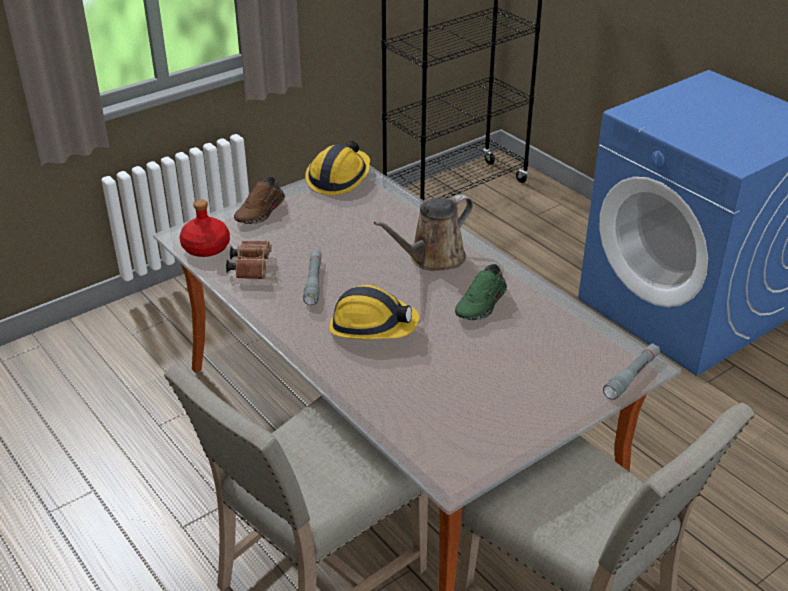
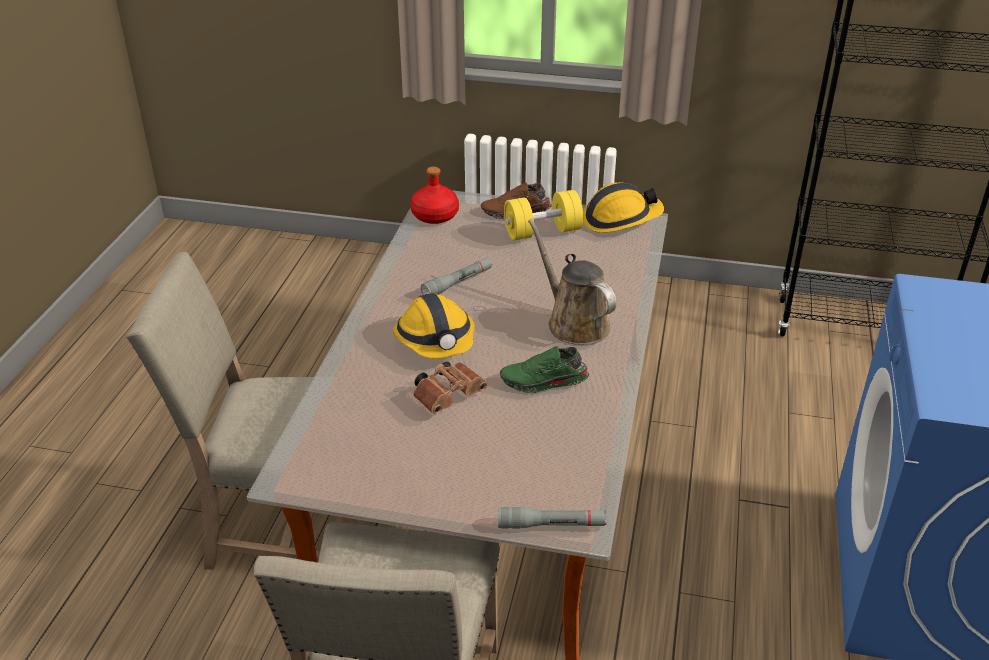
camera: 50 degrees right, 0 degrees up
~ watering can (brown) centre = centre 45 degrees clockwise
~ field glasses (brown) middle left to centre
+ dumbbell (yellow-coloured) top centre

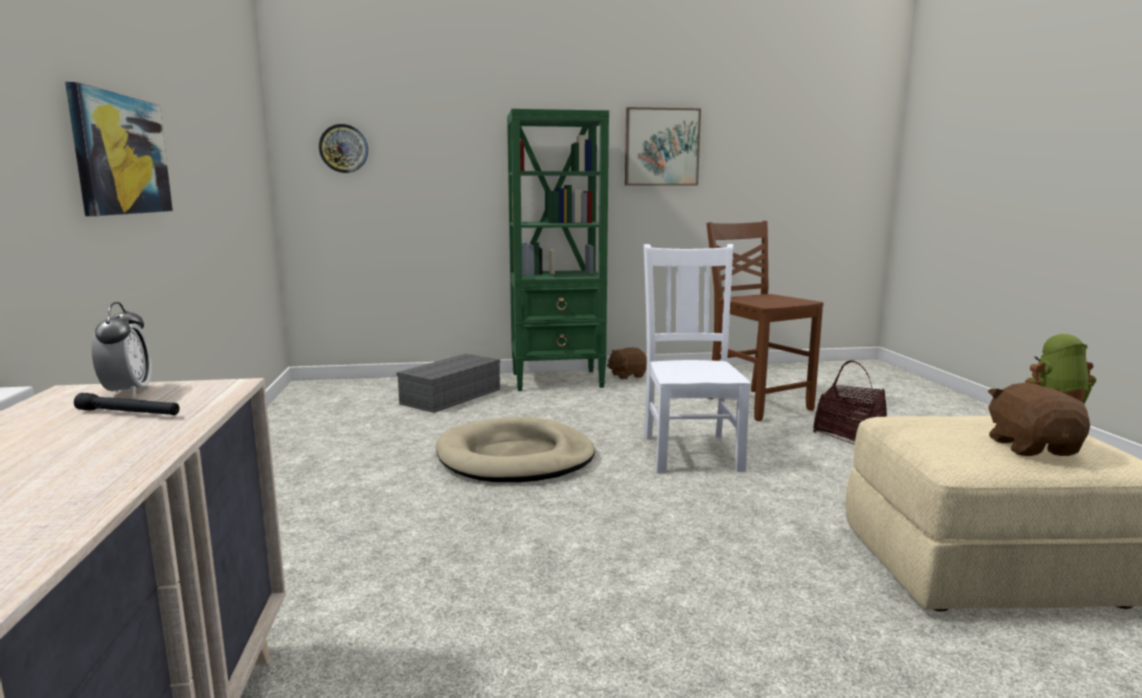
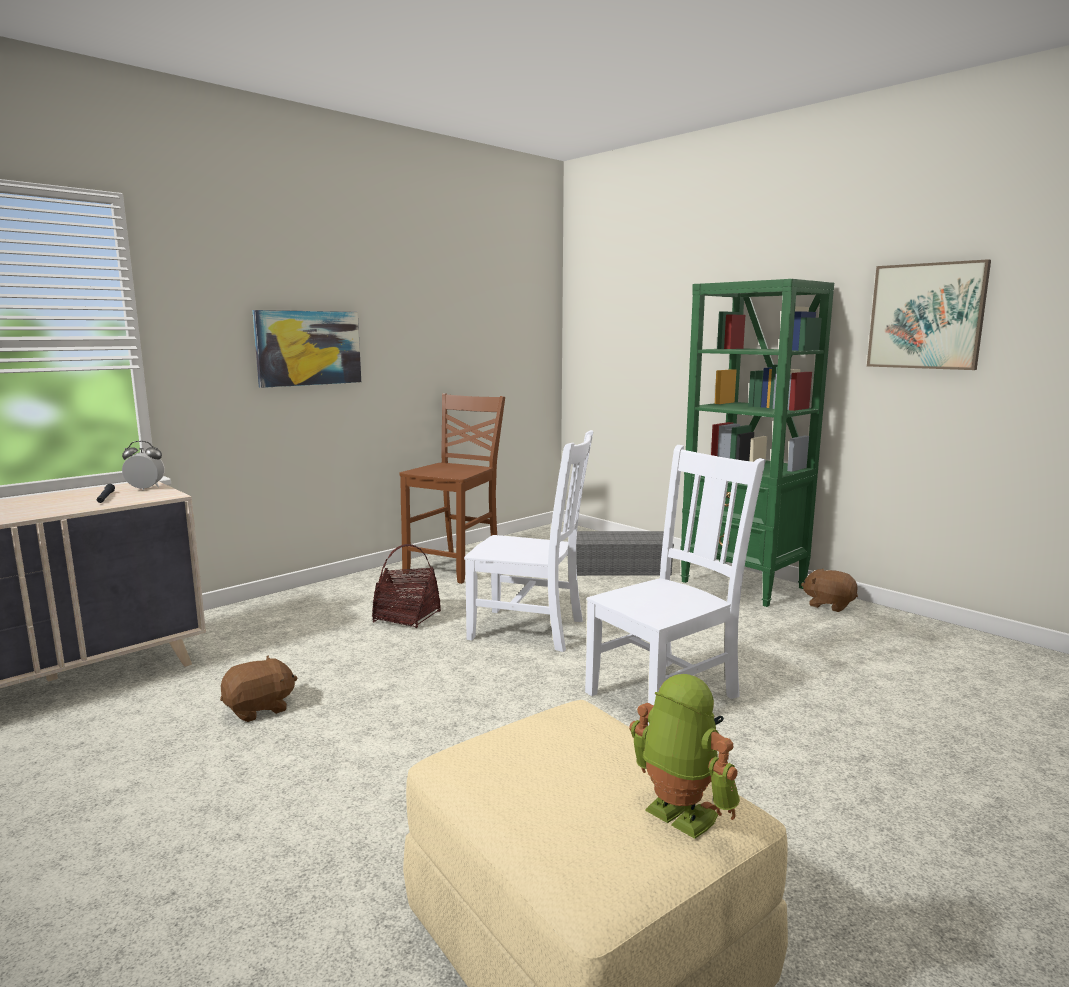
camera: 55 degrees right, 0 degrees up
- wall clock top left
~ chair (brown) middle right to centre
~ bedside clock middle left = middle left 135 degrees counterclockwise
~ basket middle right to centre
~ soft toy (brown) (2nd from left in the first image) middle right to soft toy (brown) (1st from left) bottom left
~ pet bed (sand-coloured) centre to chair (whitish) (1st from left) centre

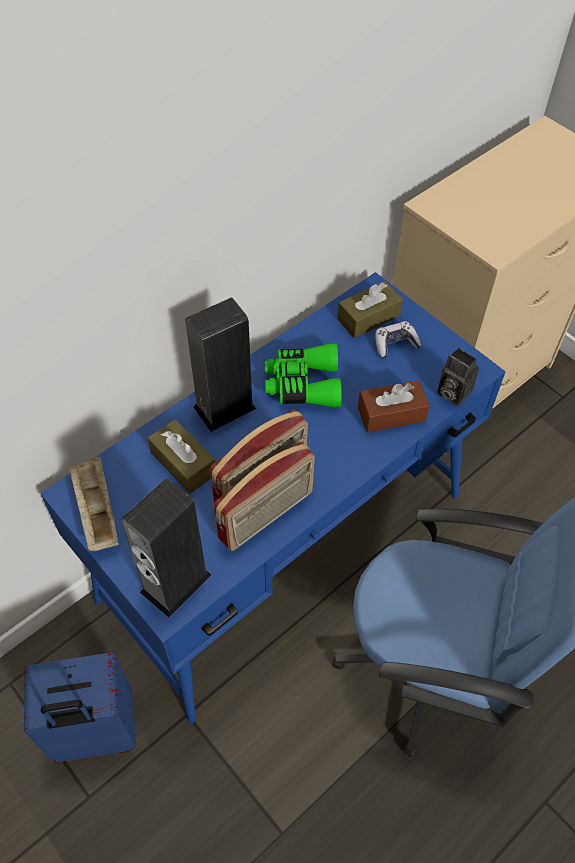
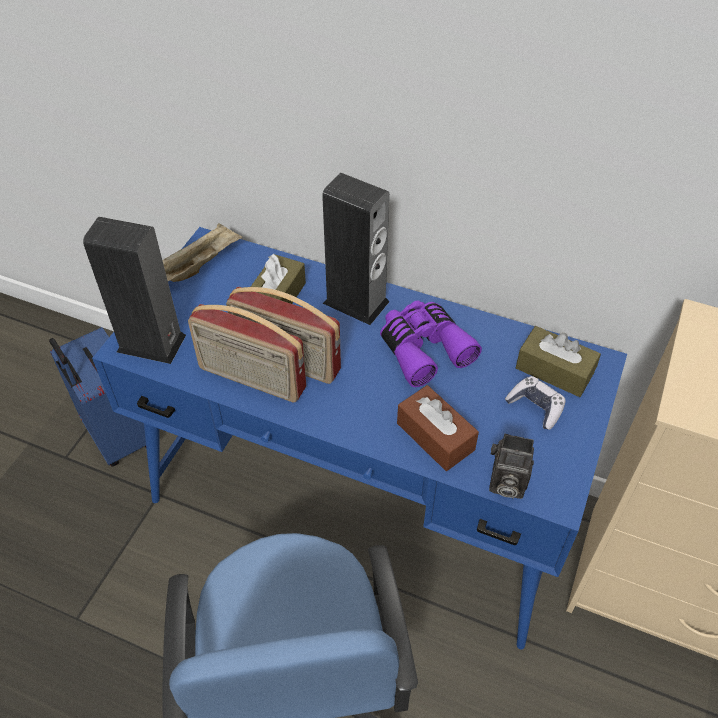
camera: 65 degrees right, 5 degrees down
~ field glasses (green) centre to field glasses (purplish) centre
~ photo camera middle right = middle right 90 degrees counterclockwise

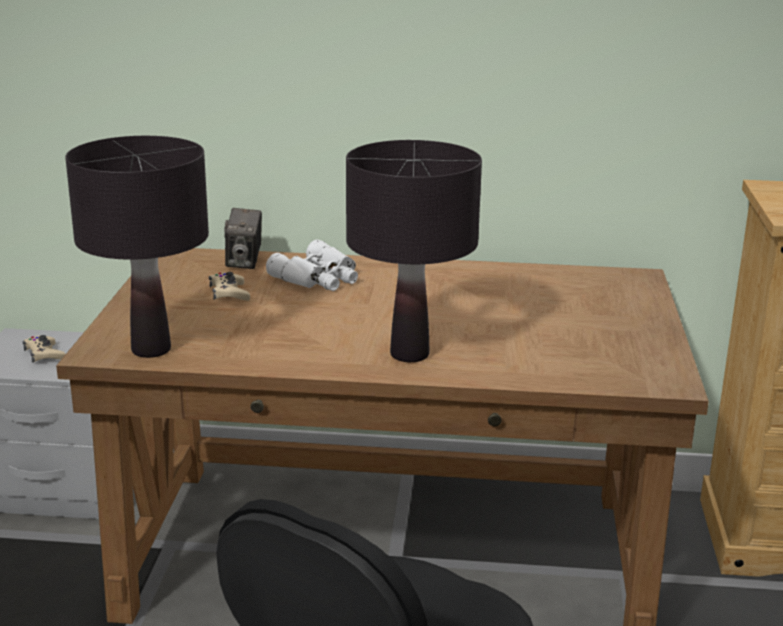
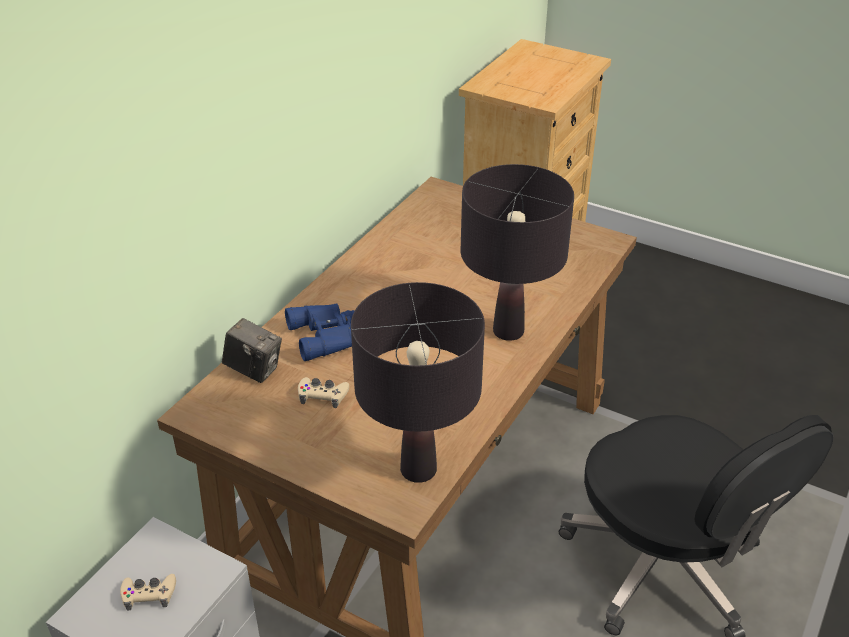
camera: 65 degrees left, 15 degrees up
~ field glasses (whitish) centre to field glasses (blue) centre

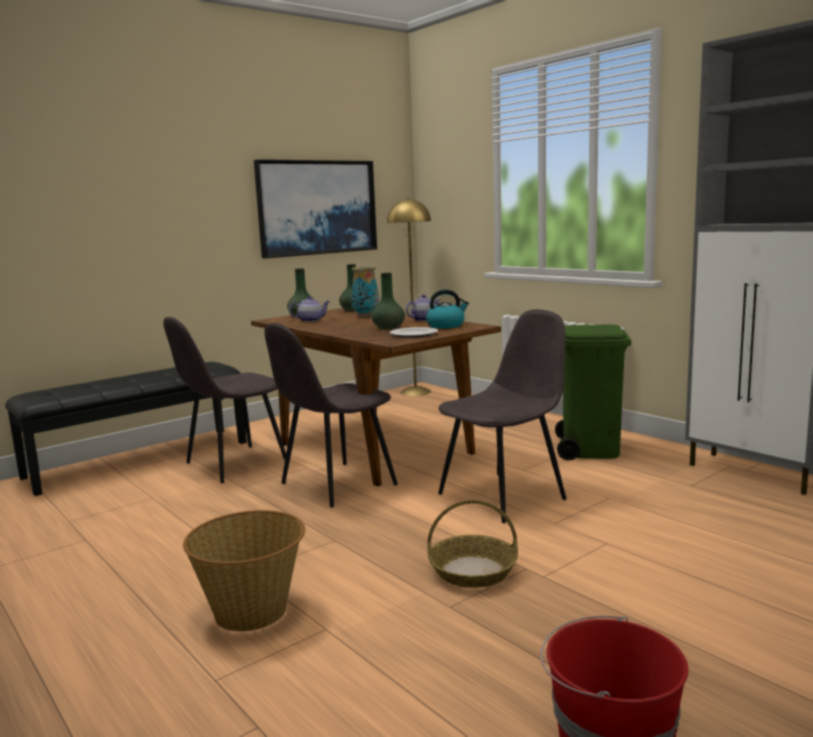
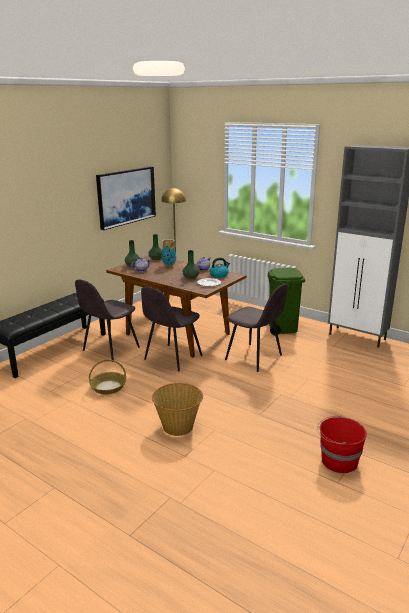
camera: 15 degrees left, 10 degrees up
~ chair (grey) (3rd from left) centre = centre 90 degrees clockwise
~ basket (2nd from left in the first image) bottom centre to basket (1st from left) middle left

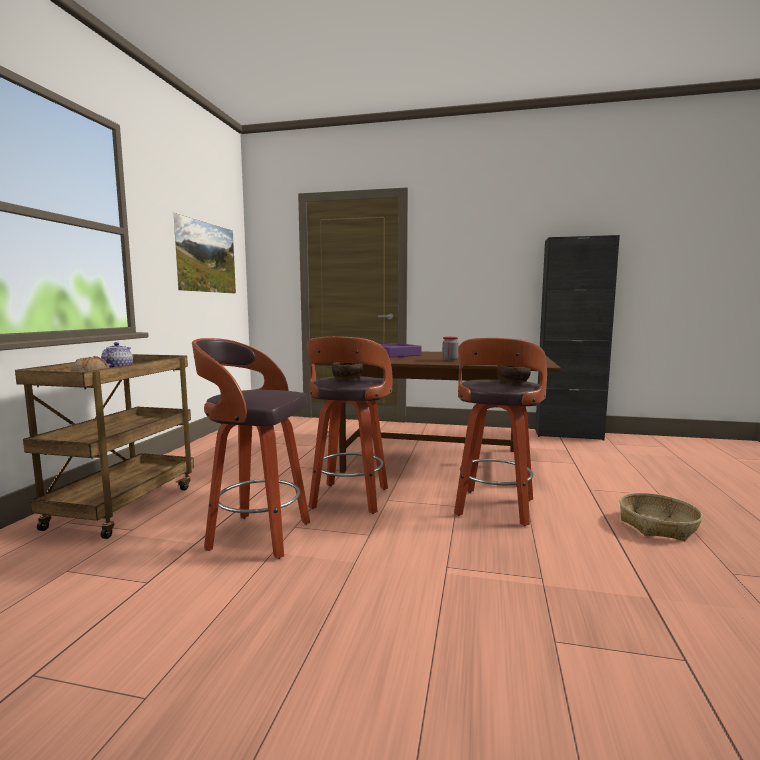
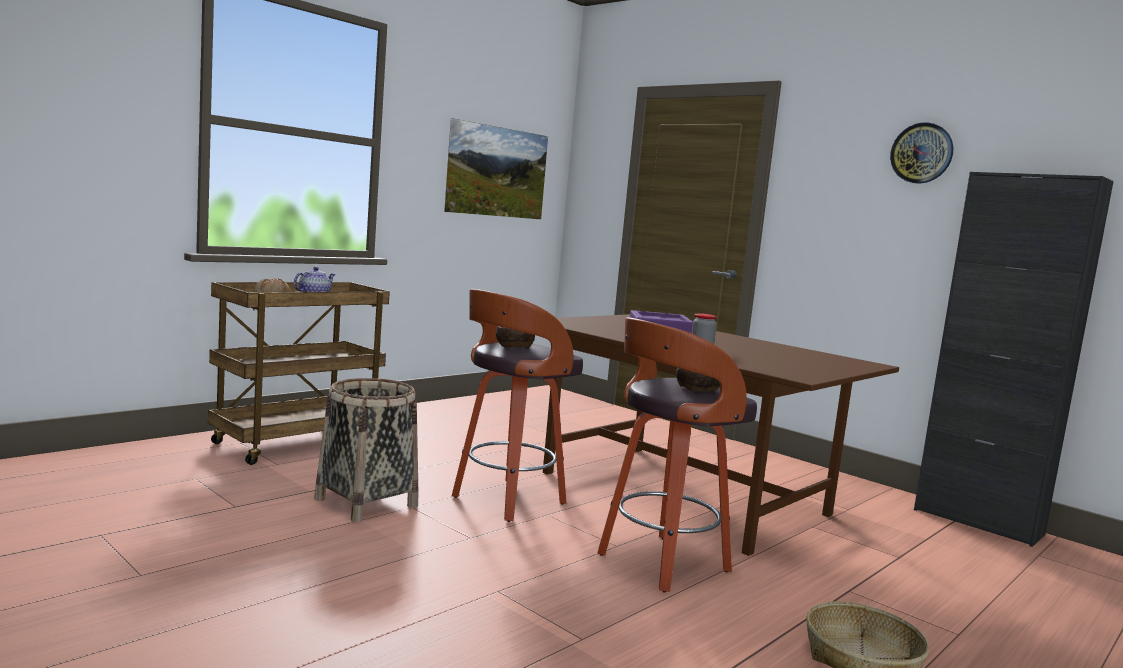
camera: 30 degrees right, 0 degrees up
~ sitting stool (1st from left) middle left to basket (1st from left) bottom left
+ wall clock top right

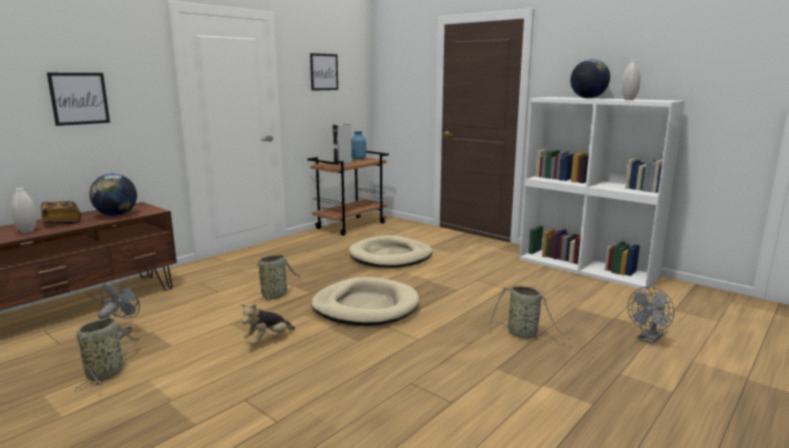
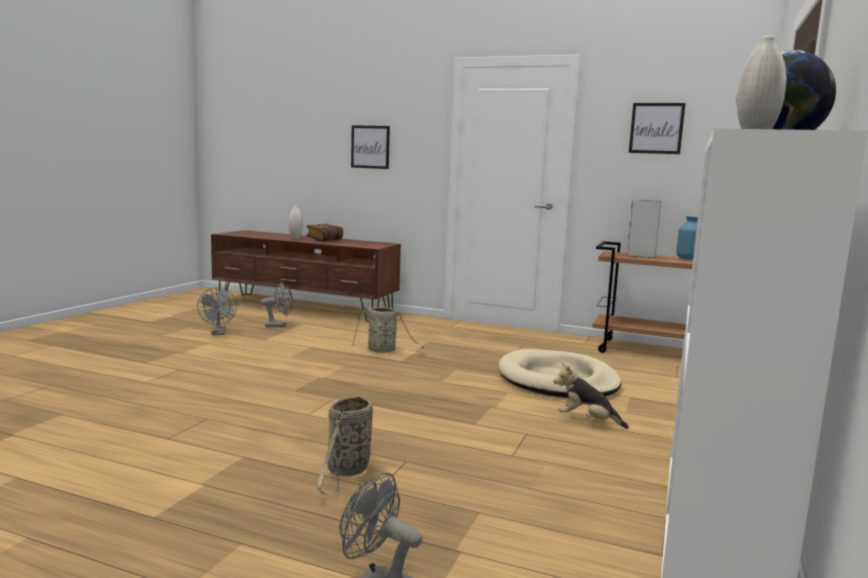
camera: 70 degrees right, 5 degrees down
- world globe (1st from left) middle left
- pet bed (sand-coloured) (1st from left) bottom centre
~ soft toy bottom centre to bottom right
~ basket (1st from left) bottom left to fan (grey) (1st from left) middle left

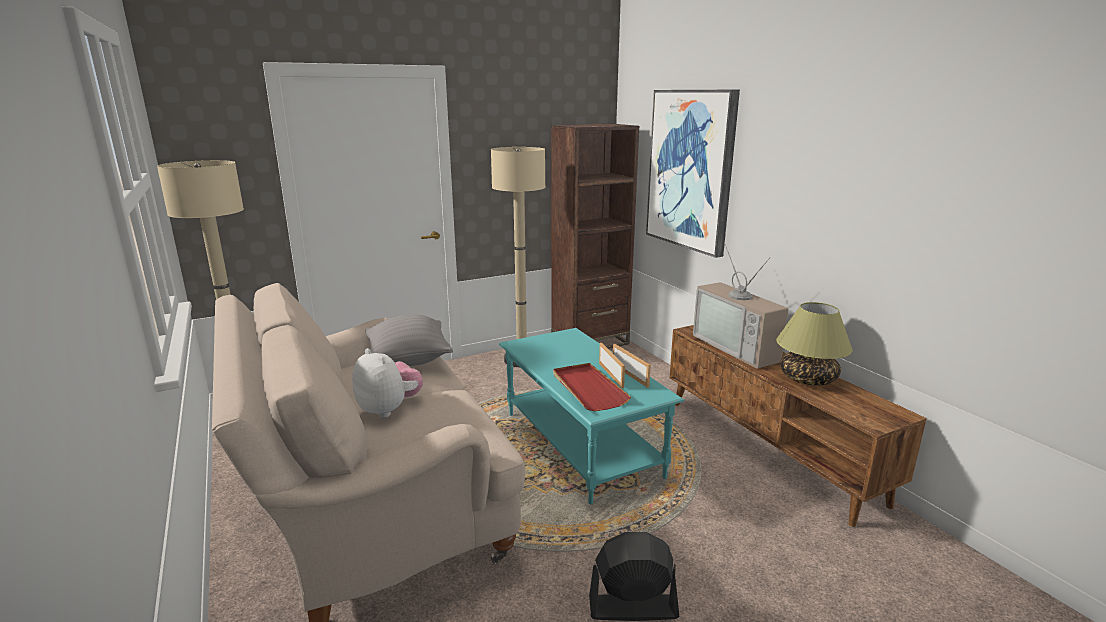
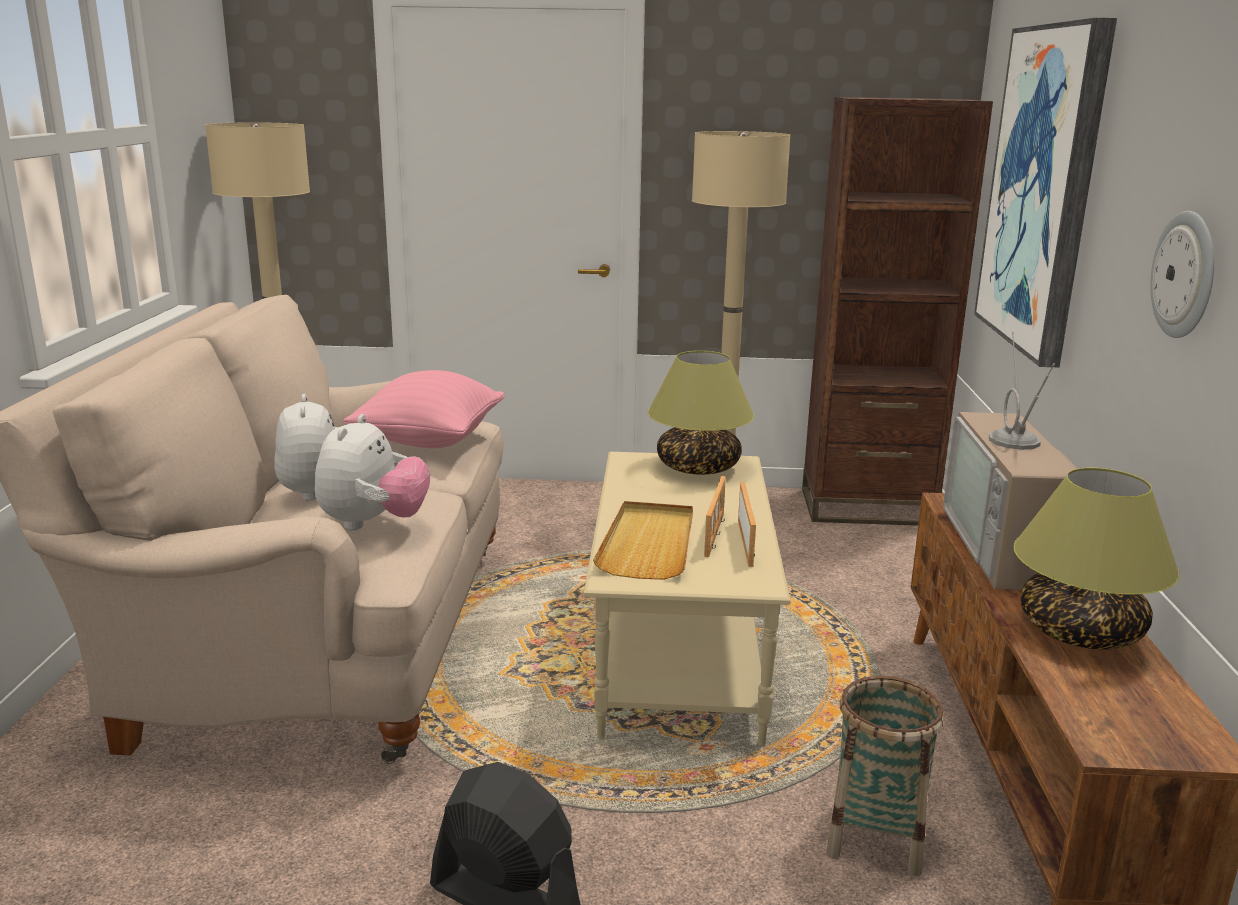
camera: 30 degrees right, 0 degrees up
~ pillow (grey) centre to pillow (pink) centre
~ coffee table (blue-green) bottom centre to coffee table (sand-coloured) centre
~ tray (red-coloured) centre to tray (sand-coloured) centre
+ wall clock top right
+ tabletop lamp (1st from left) centre
+ soft toy (2nd from left) middle left
+ basket bottom right

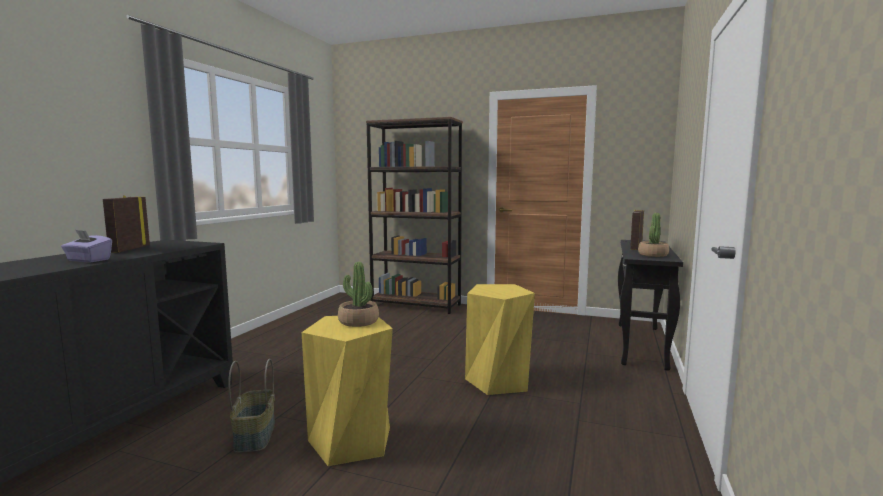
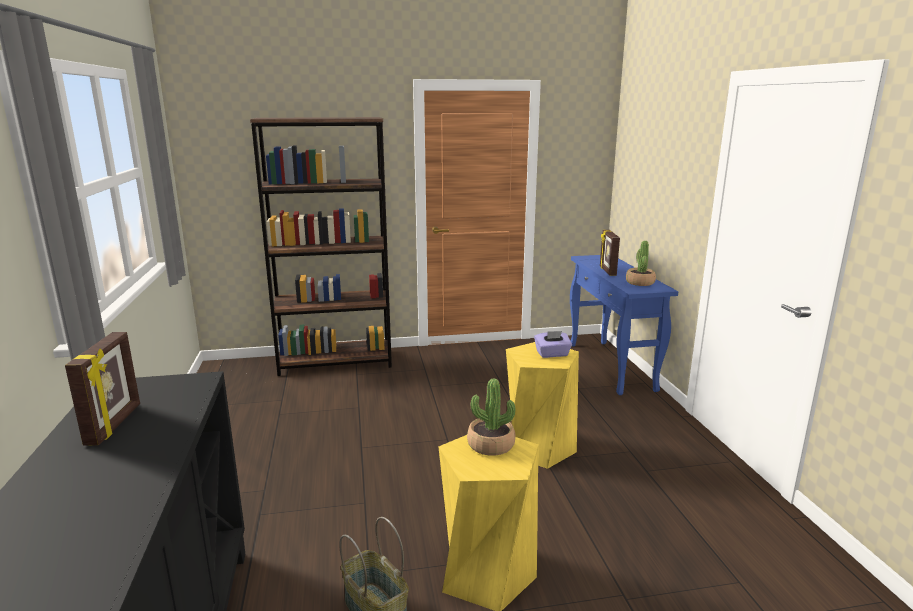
camera: 30 degrees left, 10 degrees up
~ picture frame (1st from left) middle left = middle left 150 degrees counterclockwise
~ tissue holder (purplish) middle left to centre
~ hall table (black) middle right to hall table (blue) middle right

